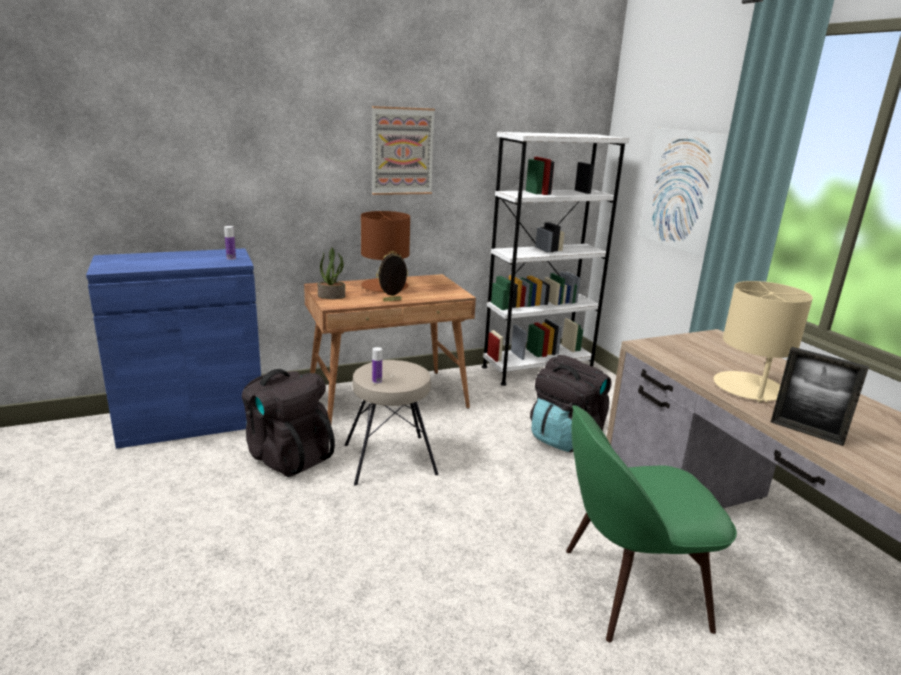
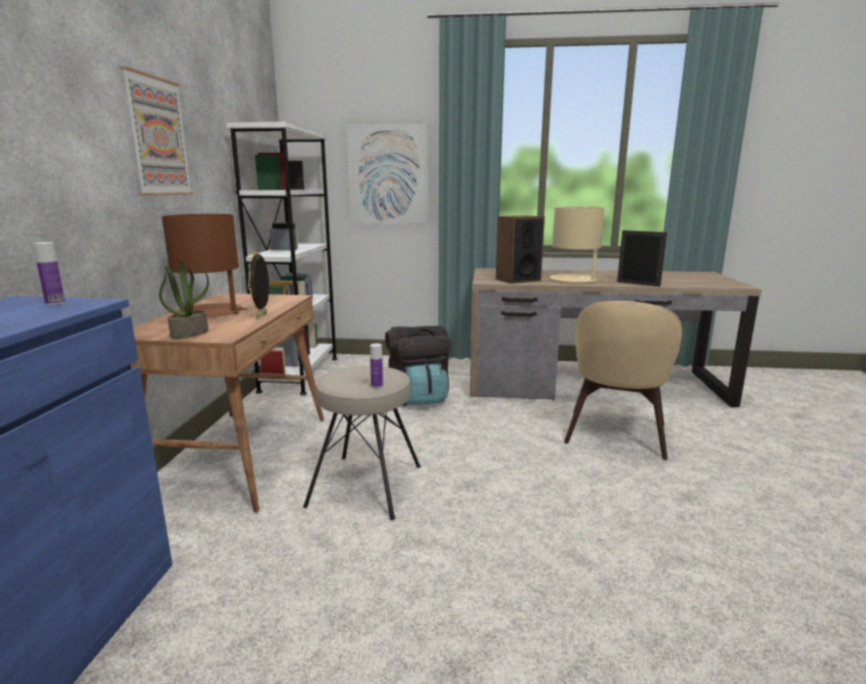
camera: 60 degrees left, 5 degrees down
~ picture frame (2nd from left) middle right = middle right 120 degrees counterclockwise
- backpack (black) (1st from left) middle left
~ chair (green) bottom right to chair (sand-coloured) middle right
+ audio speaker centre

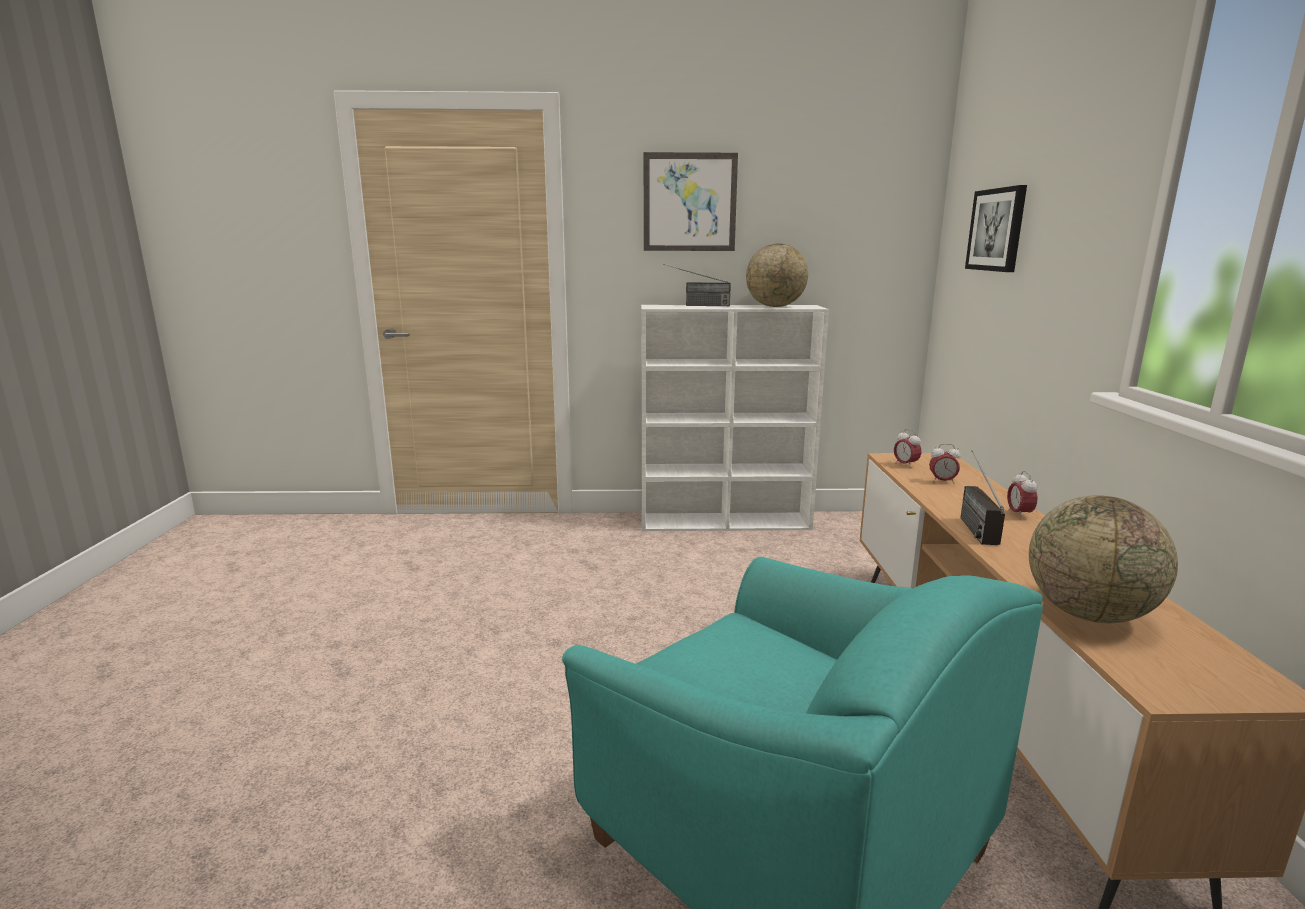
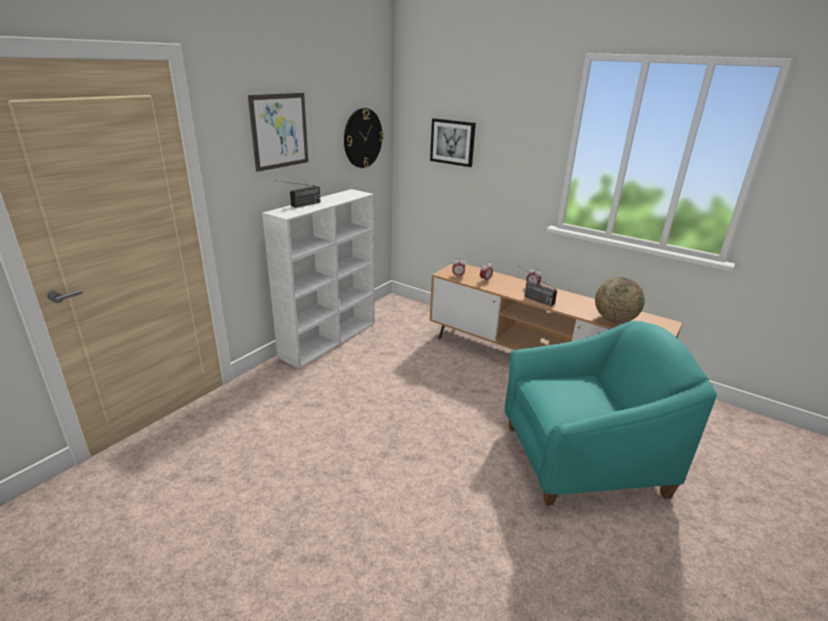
camera: 55 degrees left, 10 degrees up
- world globe (1st from left) top centre
+ wall clock top centre

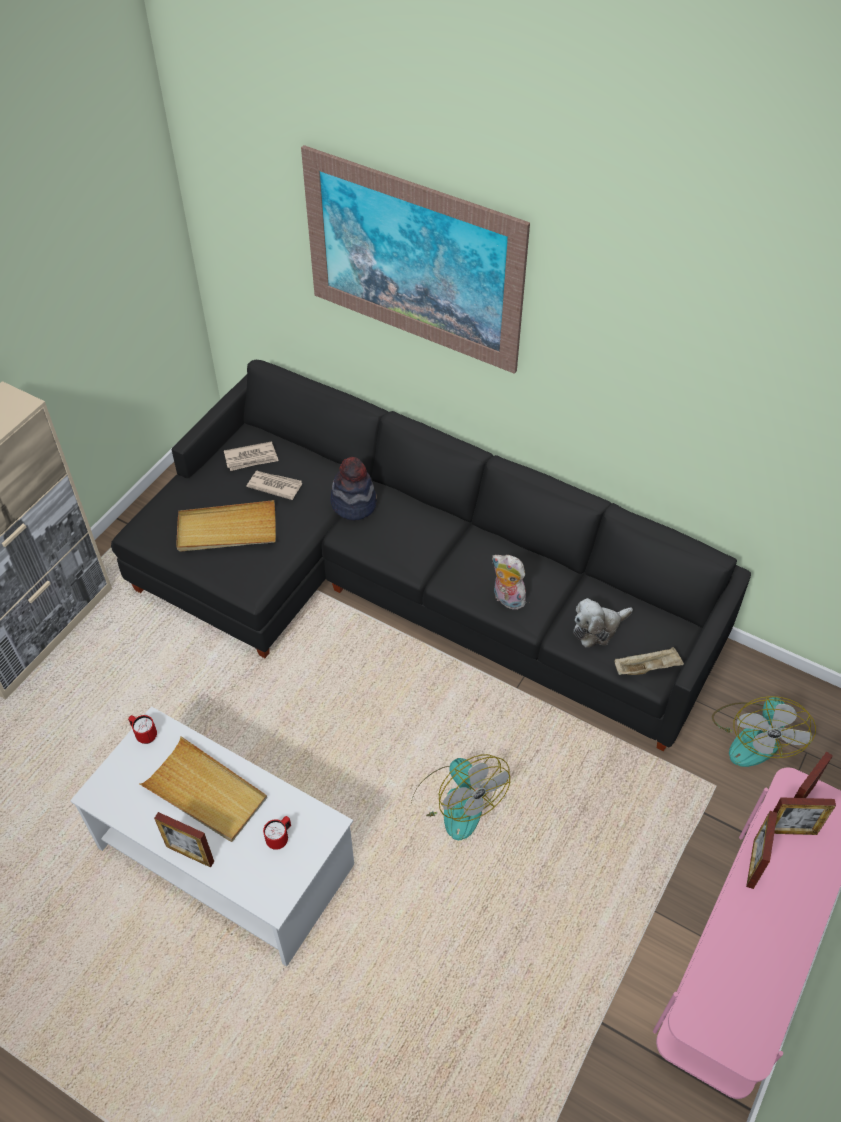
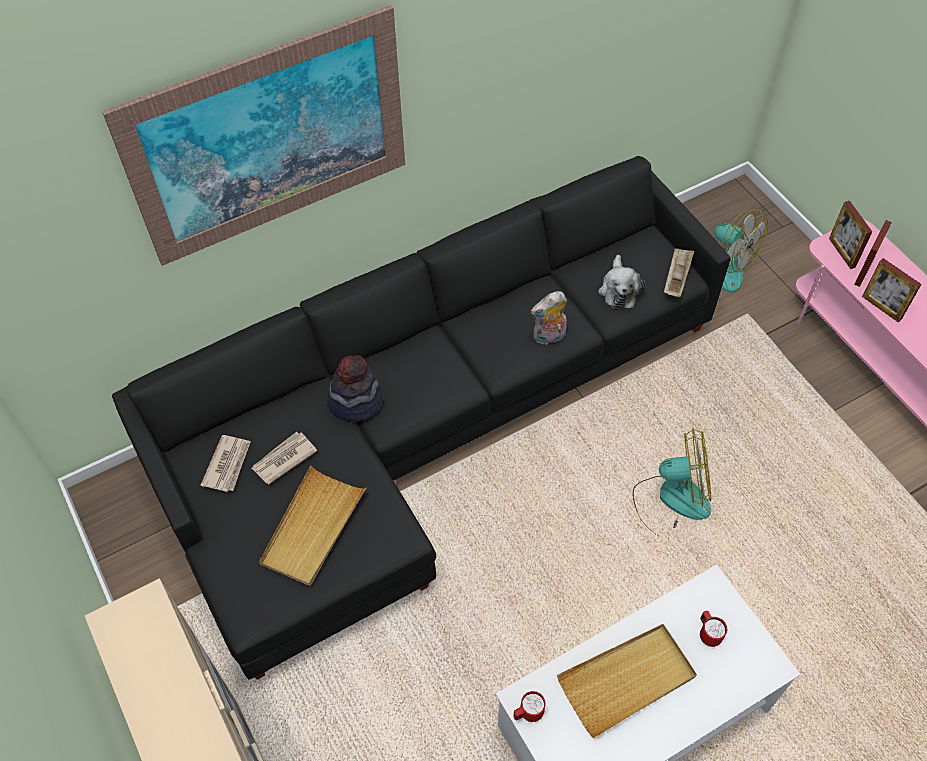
camera: 60 degrees left, 5 degrees up
- picture frame (1st from left) bottom left

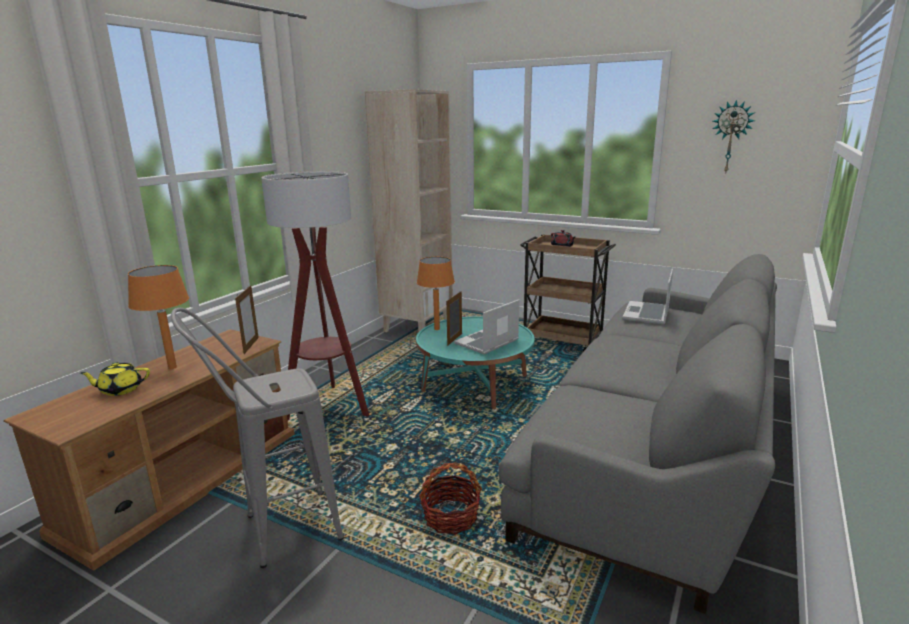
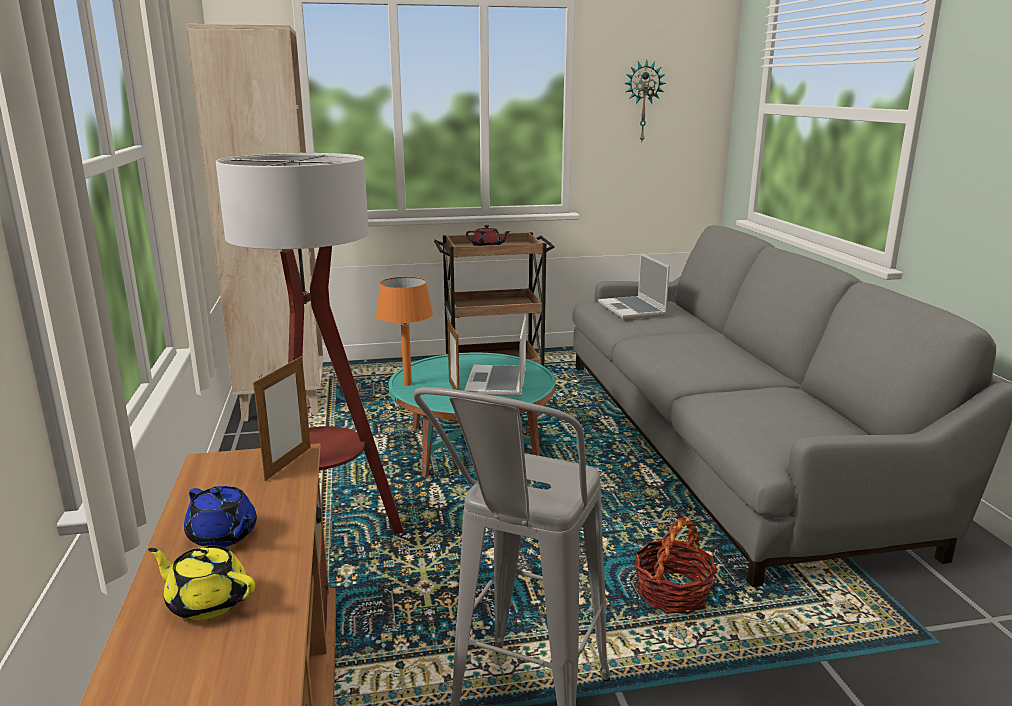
camera: 40 degrees left, 0 degrees up
~ tabletop lamp (orange-coloured) (1st from left) middle left to tea pot (blue) bottom left
~ picture frame (1st from left) middle left = middle left 60 degrees clockwise
~ tea pot (yellow-coloured) middle left = bottom left 75 degrees clockwise

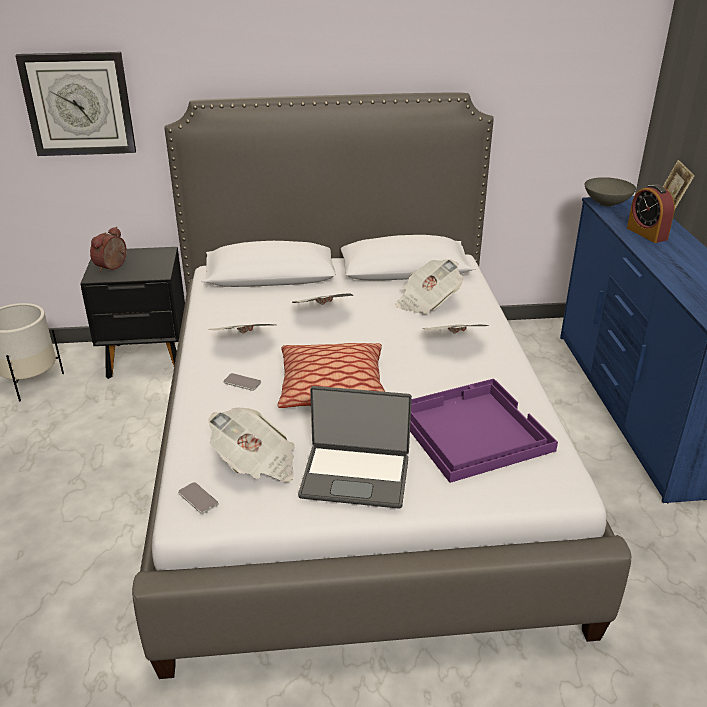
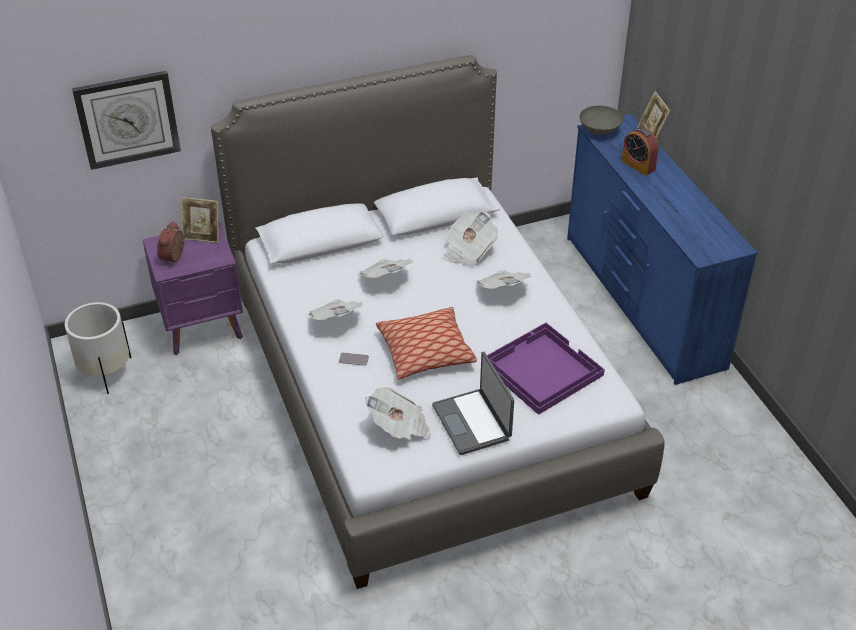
camera: 15 degrees left, 10 degrees up
~ nightstand (black) middle left to nightstand (purplish) middle left
~ notebook computer centre = centre 75 degrees clockwise
- telephone (1st from left) bottom left
+ picture frame (1st from left) middle left

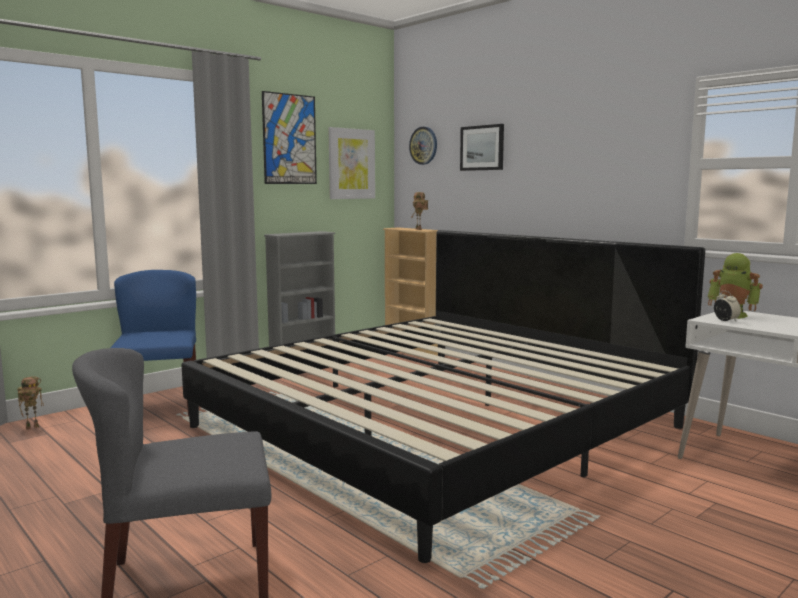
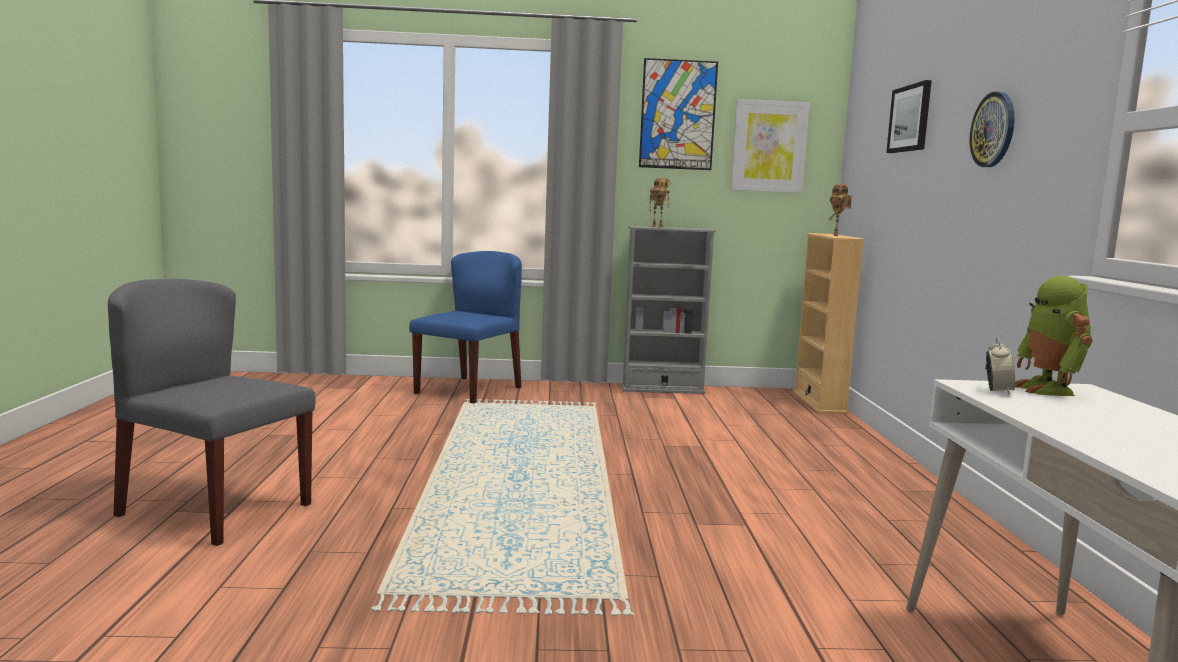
camera: 40 degrees right, 0 degrees up
~ wall clock top centre to top right
- bedroom bed centre
~ robot figure (1st from left) bottom left to top centre

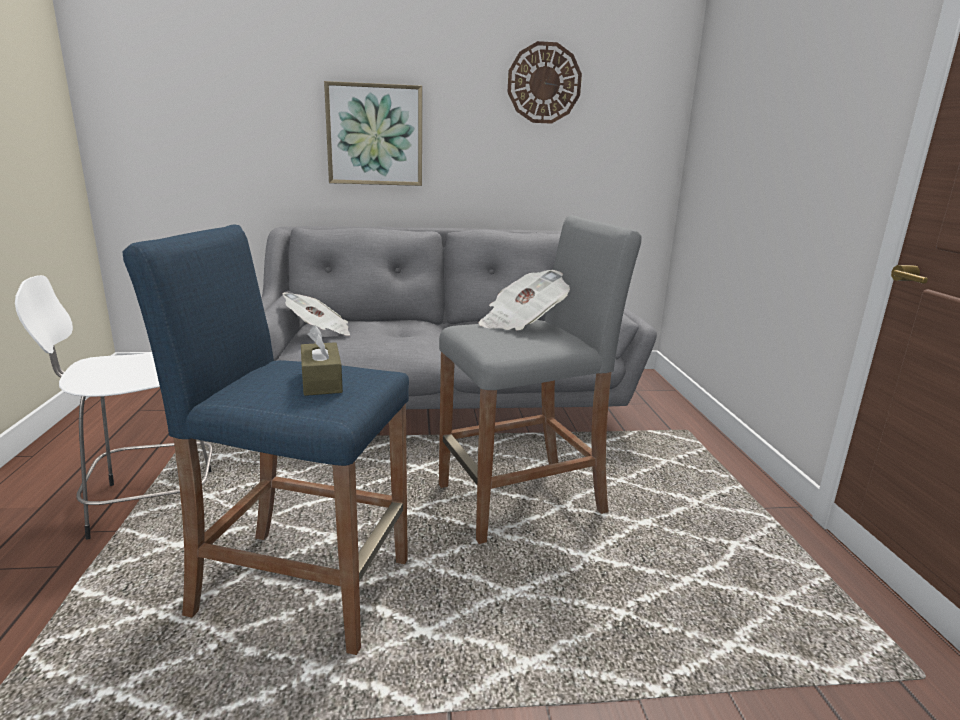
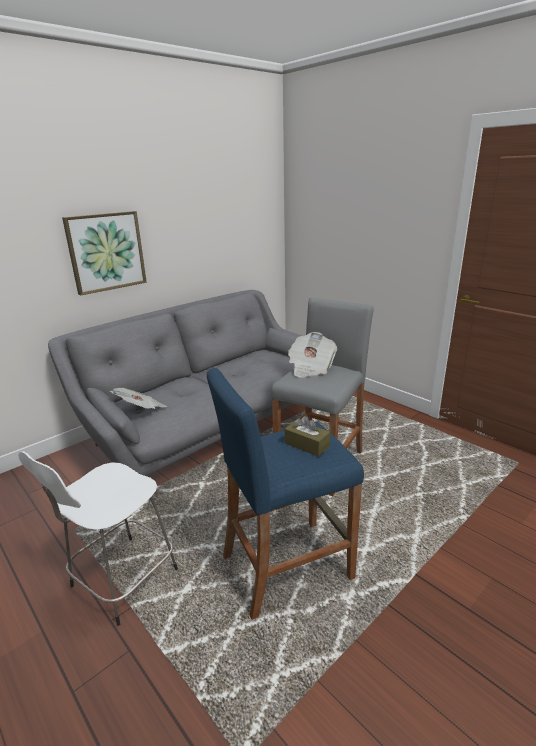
camera: 35 degrees left, 5 degrees up
- wall clock top centre

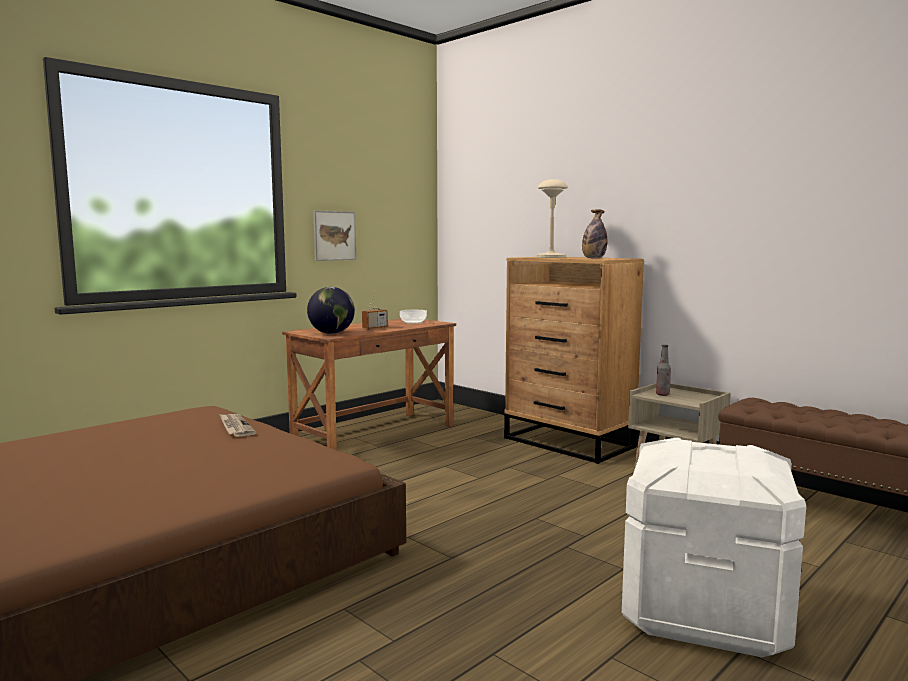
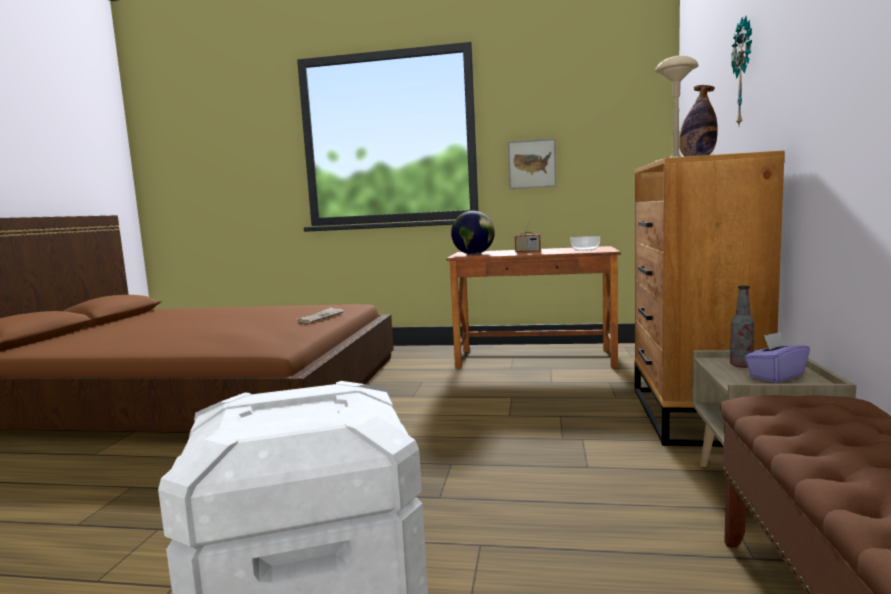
camera: 55 degrees right, 0 degrees up
+ wall clock top right
+ tissue holder (purplish) middle right

